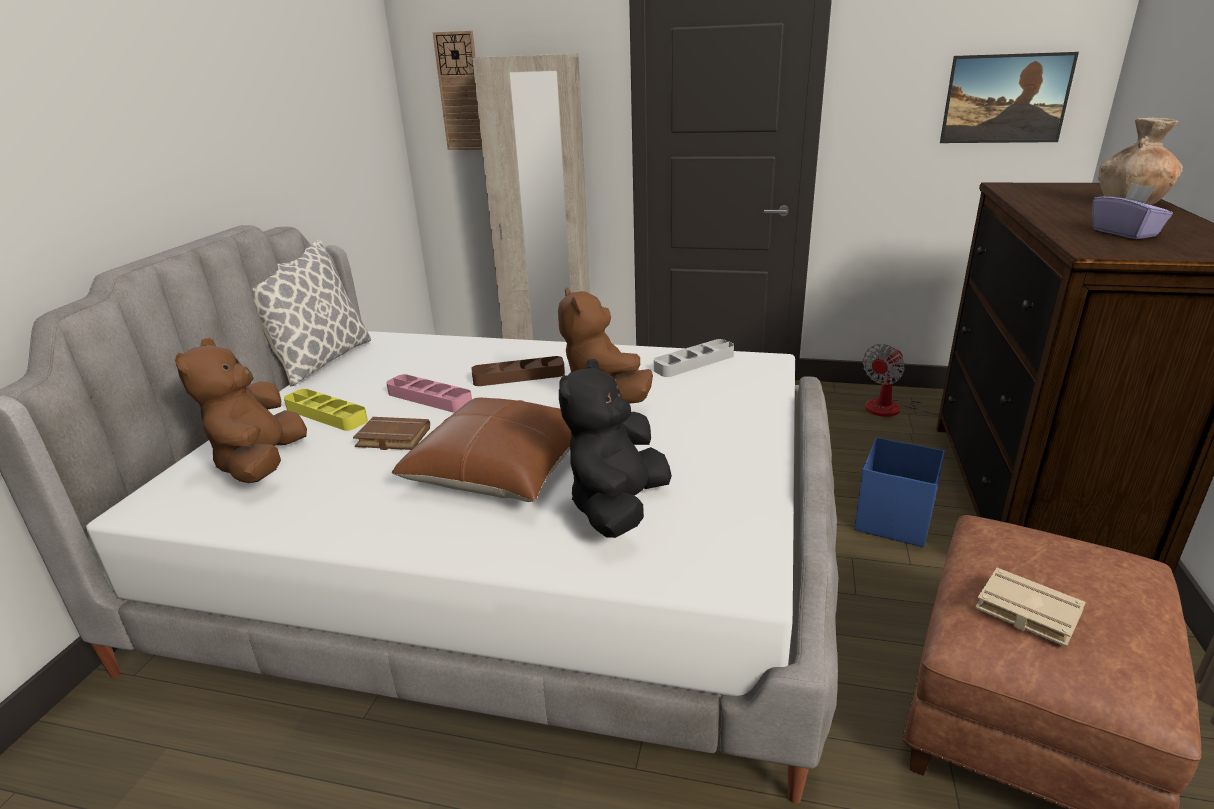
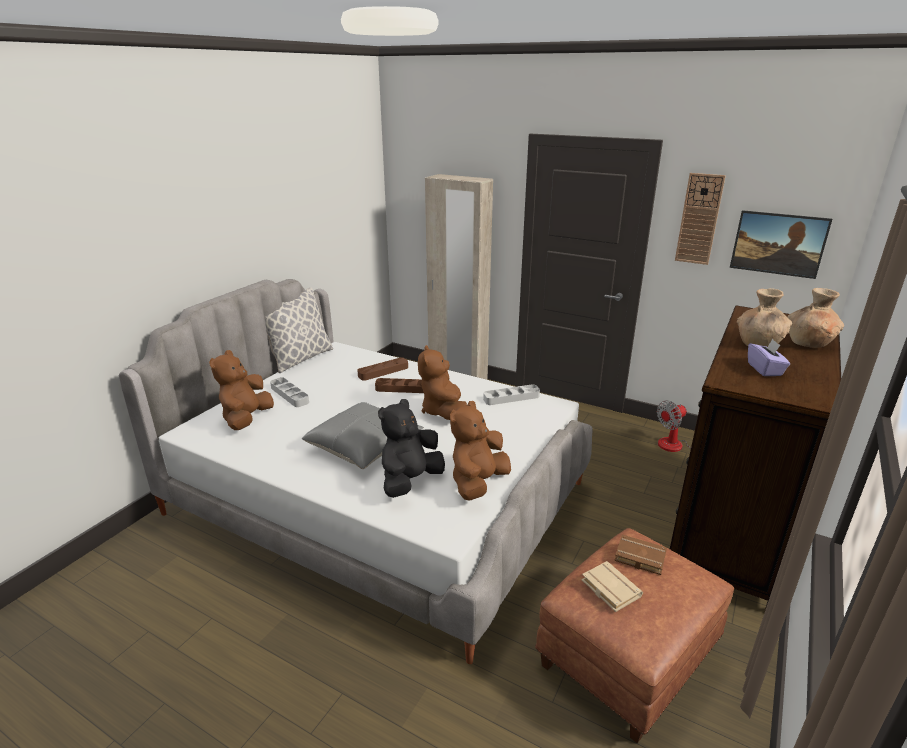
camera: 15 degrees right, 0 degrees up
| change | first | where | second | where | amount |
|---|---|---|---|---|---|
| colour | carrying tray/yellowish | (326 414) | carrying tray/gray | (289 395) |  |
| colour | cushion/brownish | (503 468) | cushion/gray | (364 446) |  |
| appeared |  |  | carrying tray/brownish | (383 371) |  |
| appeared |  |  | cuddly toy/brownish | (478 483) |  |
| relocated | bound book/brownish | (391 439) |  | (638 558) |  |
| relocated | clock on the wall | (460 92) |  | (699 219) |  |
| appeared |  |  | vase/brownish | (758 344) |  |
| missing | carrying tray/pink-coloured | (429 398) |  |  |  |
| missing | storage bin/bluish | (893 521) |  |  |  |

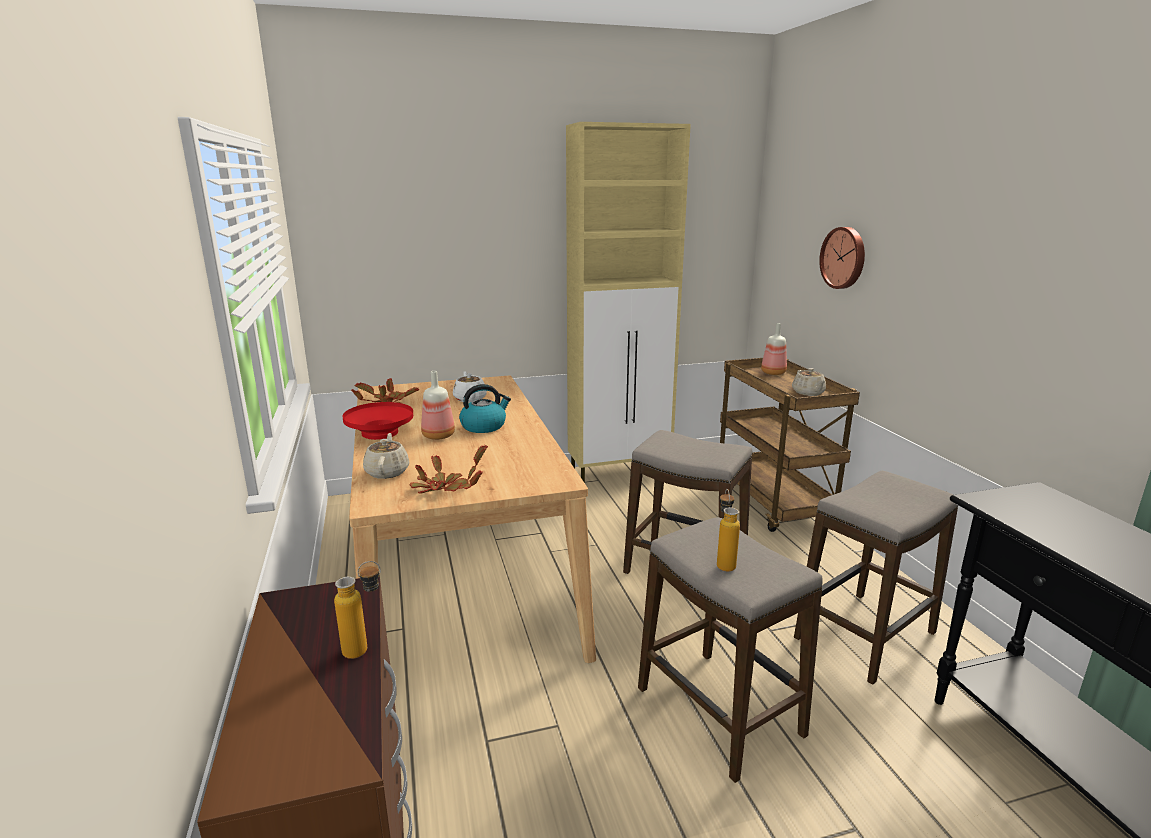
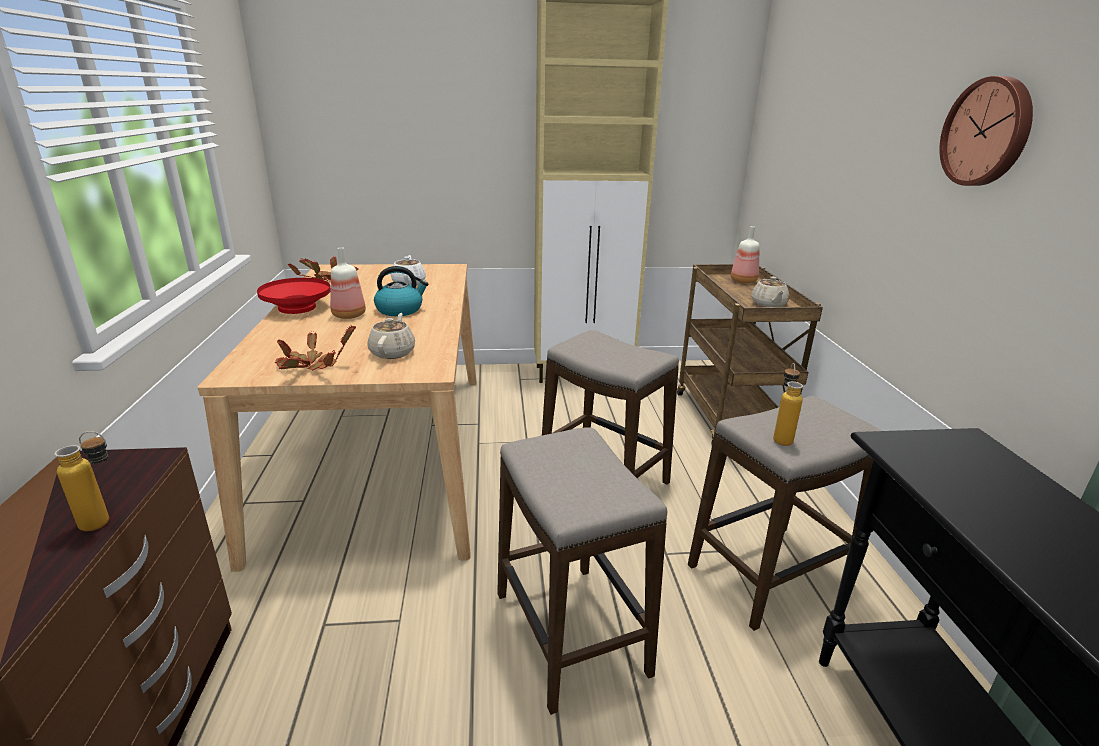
camera: 10 degrees right, 5 degrees up
| change | first | where | second | where | amount |
|---|---|---|---|---|---|
| relocated | pot for tea/beige | (387 472) |  | (393 352) |  |
| relocated | bottle | (724 562) |  | (781 437) |  |
| relocated | clock on the wall | (844 258) |  | (988 132) |  |

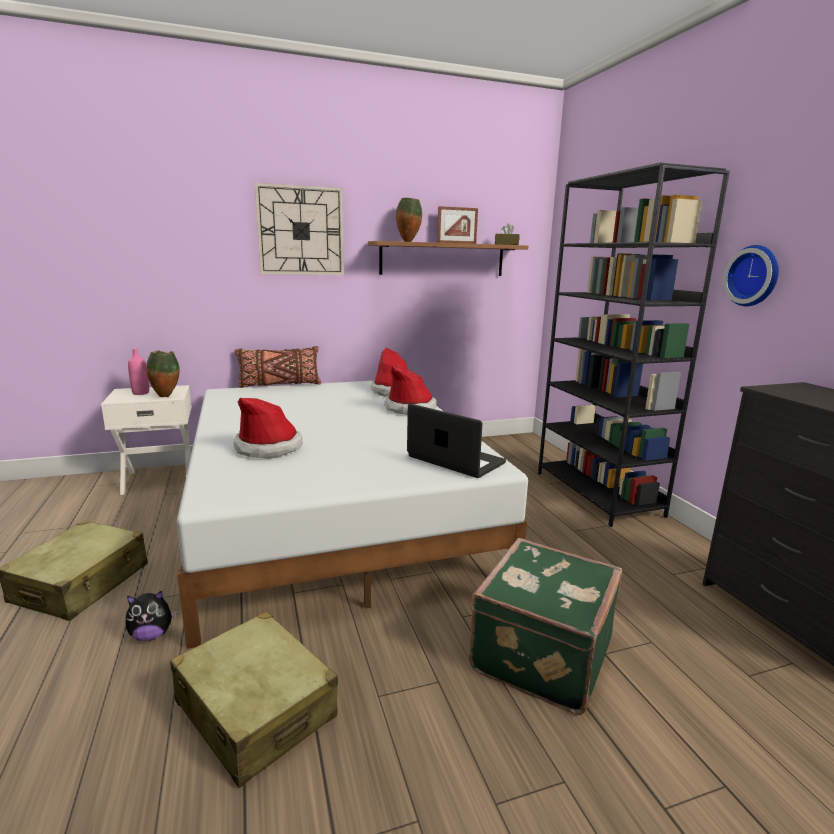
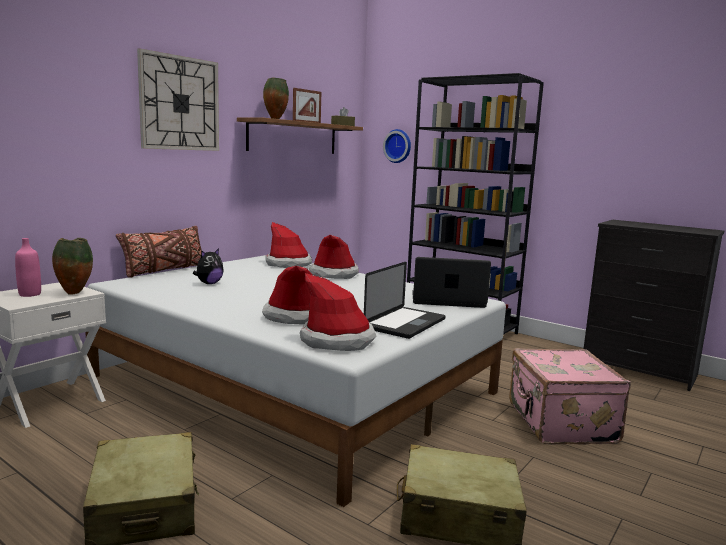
camera: 35 degrees left, 5 degrees down
| change | first | where | second | where | amount |
|---|---|---|---|---|---|
| relocated | cuddly toy | (152 635) |  | (209 283) |  |
| appeared |  |  | wearable hat | (337 340) |  |
| appeared |  |  | portable computer | (405 324) |  |
| relocated | clock on the wall | (754 276) |  | (398 146) |  |
| colour | travel case/green-coloured | (539 653) | travel case/pink-coloured | (559 423) |  |

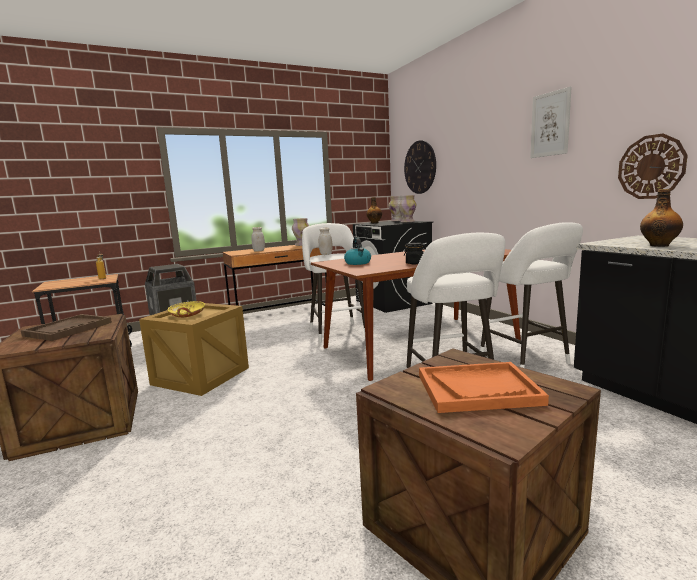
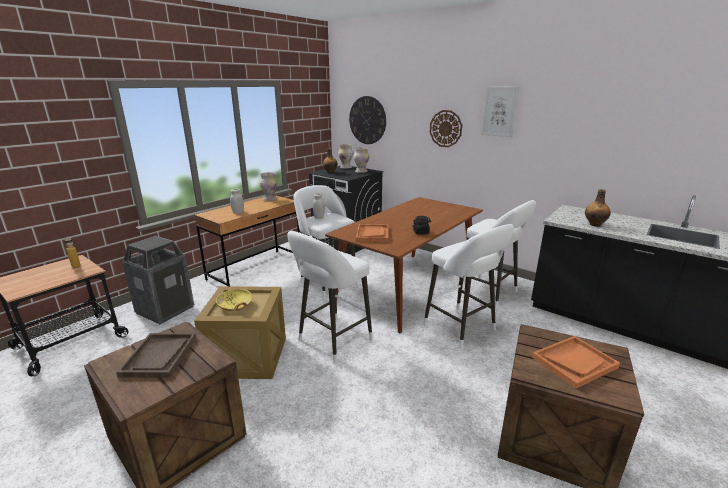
camera: 25 degrees left, 10 degrees up
| change | first | where | second | where | amount |
|---|---|---|---|---|---|
| appeared |  |  | sitting stool/white | (332 341) |  |
| exchanged | kettle | (358 263) | carrying tray/orangey | (372 234) |  |
| relocated | clock on the wall | (651 167) |  | (445 128) |  |

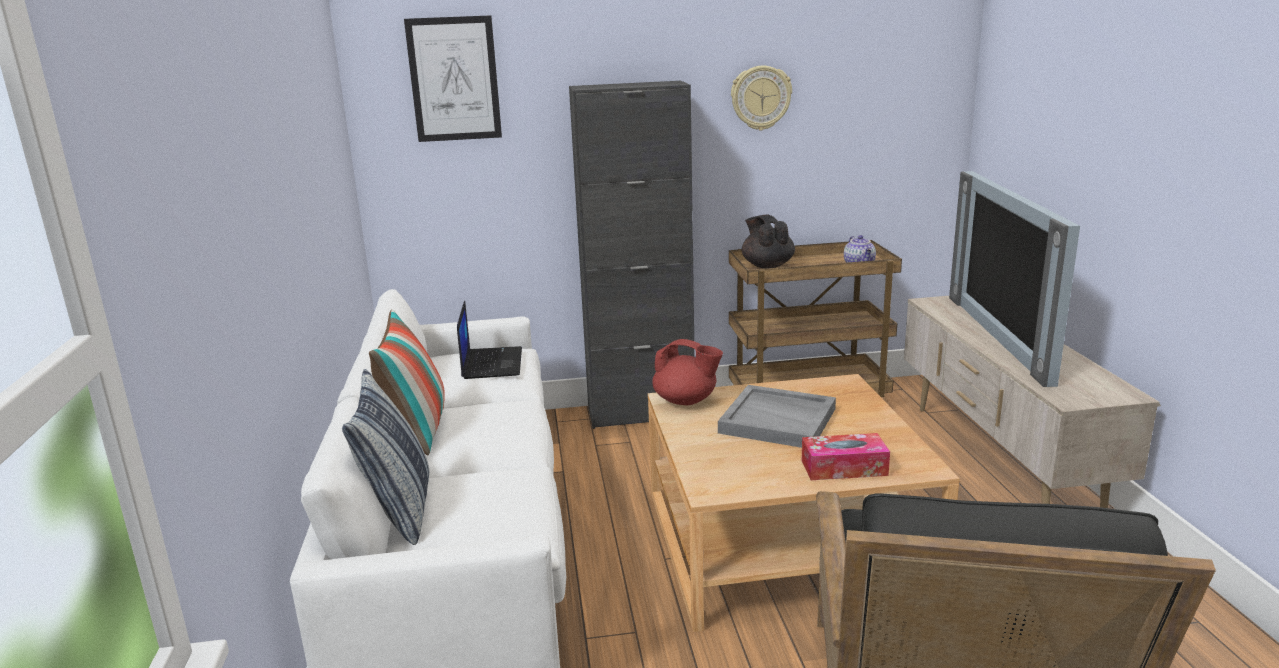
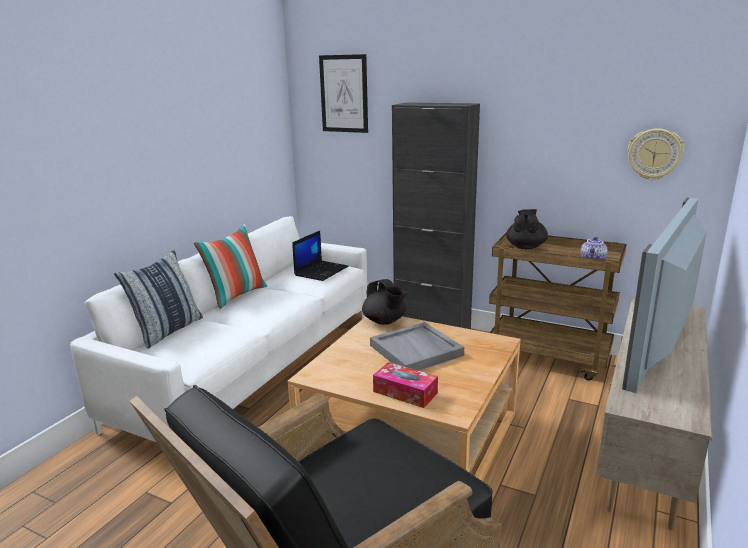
camera: 35 degrees right, 0 degrees up
| change | first | where | second | where | amount |
|---|---|---|---|---|---|
| colour | pot for tea/reddish | (686 401) | pot for tea/black | (385 321) |  |
| relocated | clock on the wall | (760 98) |  | (654 154) |  |

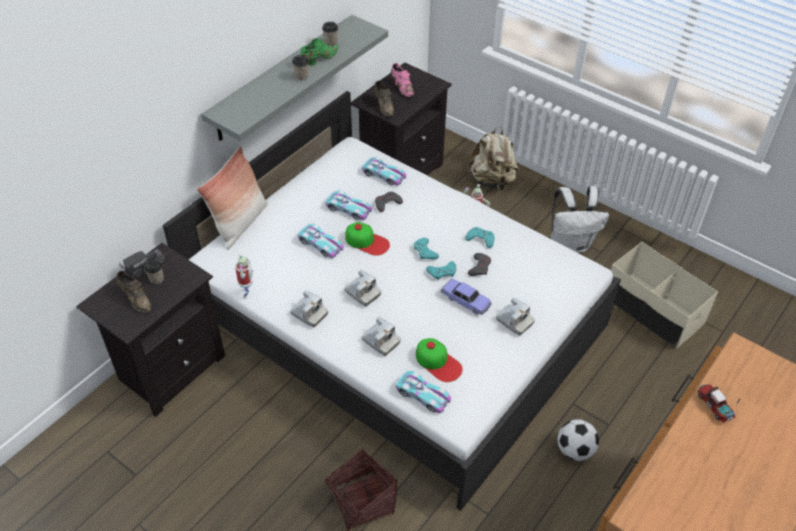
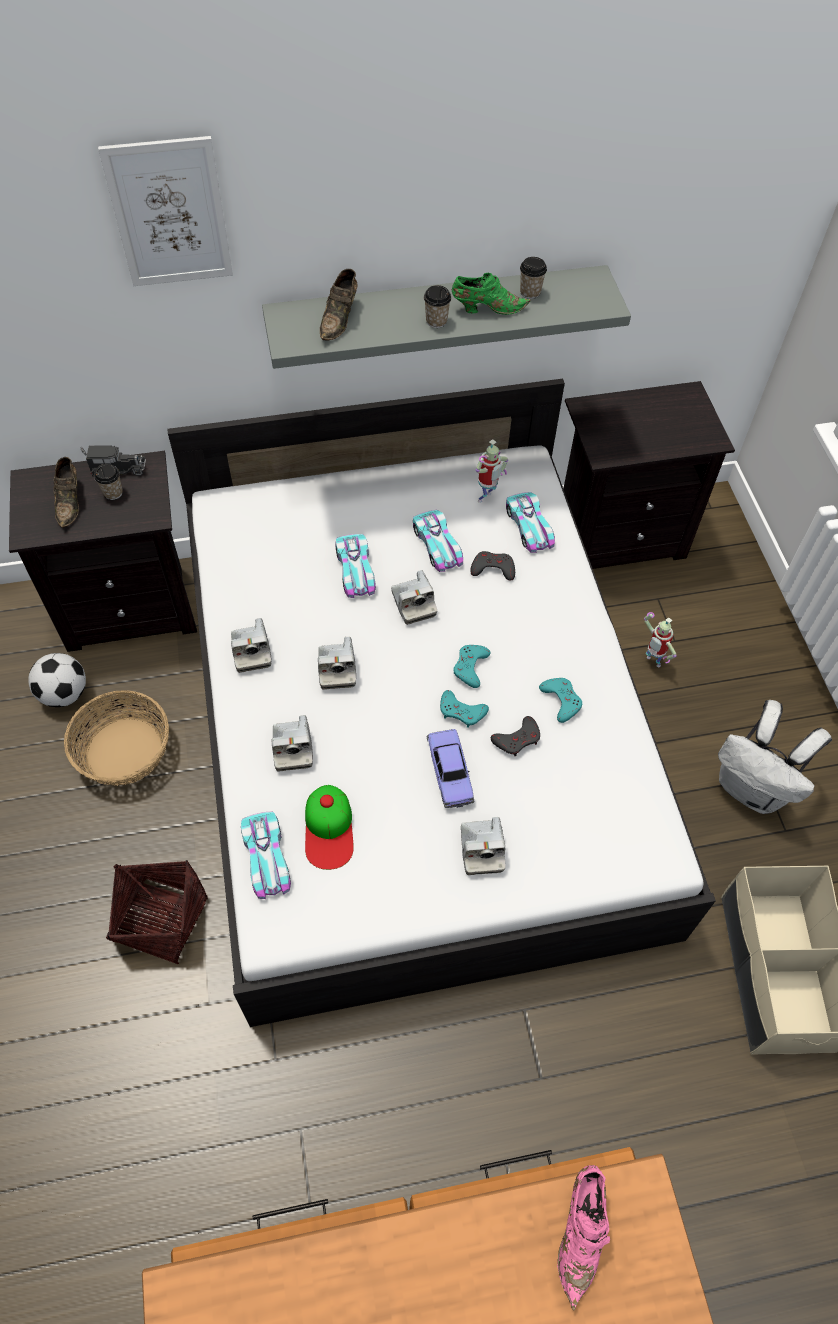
camera: 40 degrees right, 10 degrees up
| change | first | where | second | where | amount |
|---|---|---|---|---|---|
| relocated | football ball | (575 450) |  | (64 694) |  |
| appeared |  |  | household basket | (124 750) |  |
| appeared |  |  | wall picture | (169 213) |  |
| relocated | shoe/brownish | (384 106) |  | (340 319) |  |
| exchanged | cap | (367 241) | photo camera | (413 604) |  |
| relocated | model robot | (247 294) |  | (486 499) |  |
| relocated | shoe/pink-coloured | (402 87) |  | (580 1232) |  |
| missing | cushion | (240 224) |  |  |  |
| missing | knapsack/beige | (492 181) |  |  |  |
| missing | model truck | (714 405) |  |  |  |

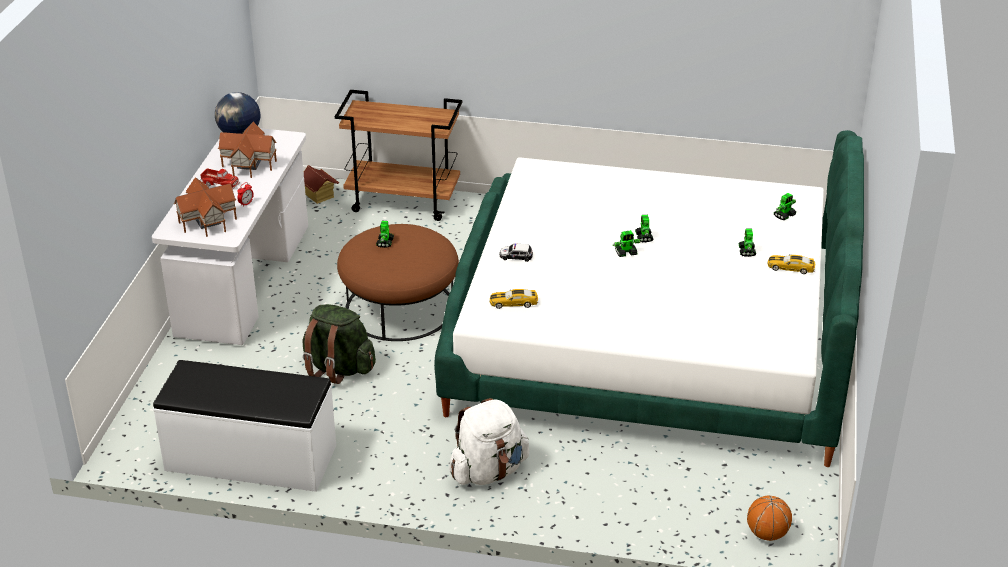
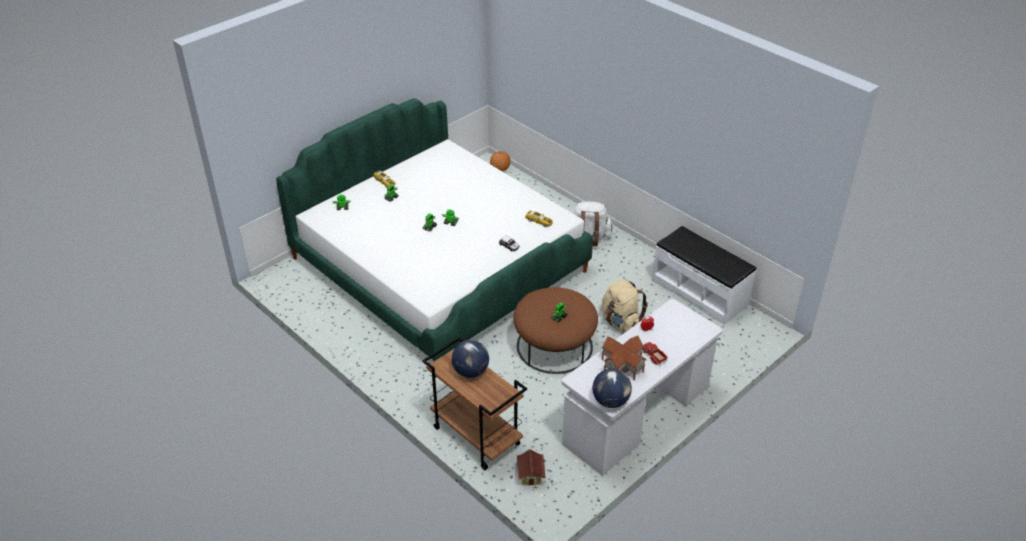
camera: 145 degrees left, 5 degrees up
| change | first | where | second | where | amount |
|---|---|---|---|---|---|
| appeared |  |  | globe | (471 371) |  |
| colour | knapsack/green-coloured | (338 368) | knapsack/beige | (620 322) |  |
| missing | toy house | (208 220) |  |  |  |

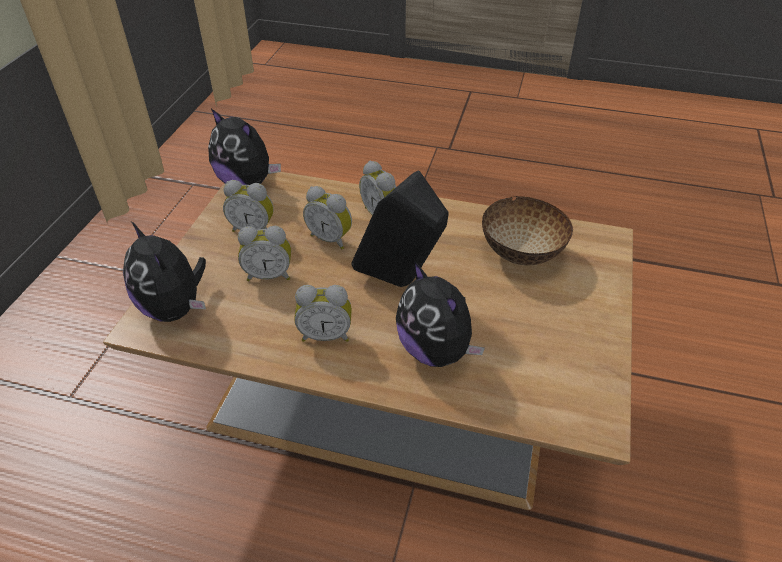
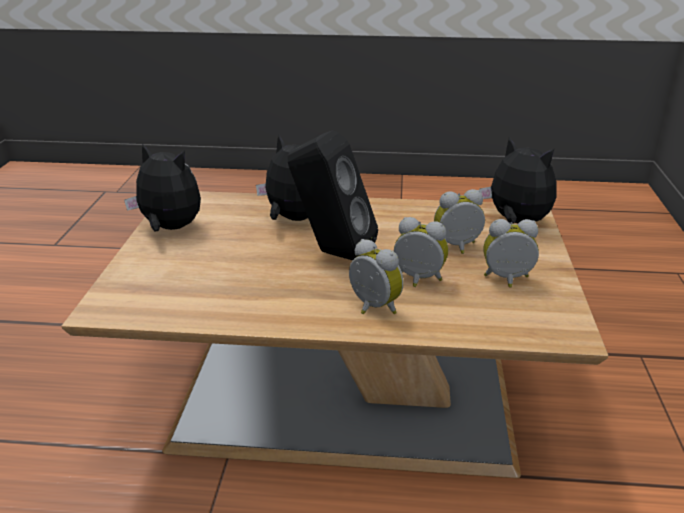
camera: 170 degrees right, 15 degrees down
| change | first | where | second | where | amount |
|---|---|---|---|---|---|
| relocated | cuddly toy | (247 183) |  | (169 228) |  |
| missing | alarm clock | (326 334) |  |  |  |
| missing | bowl | (522 254) |  |  |  |

